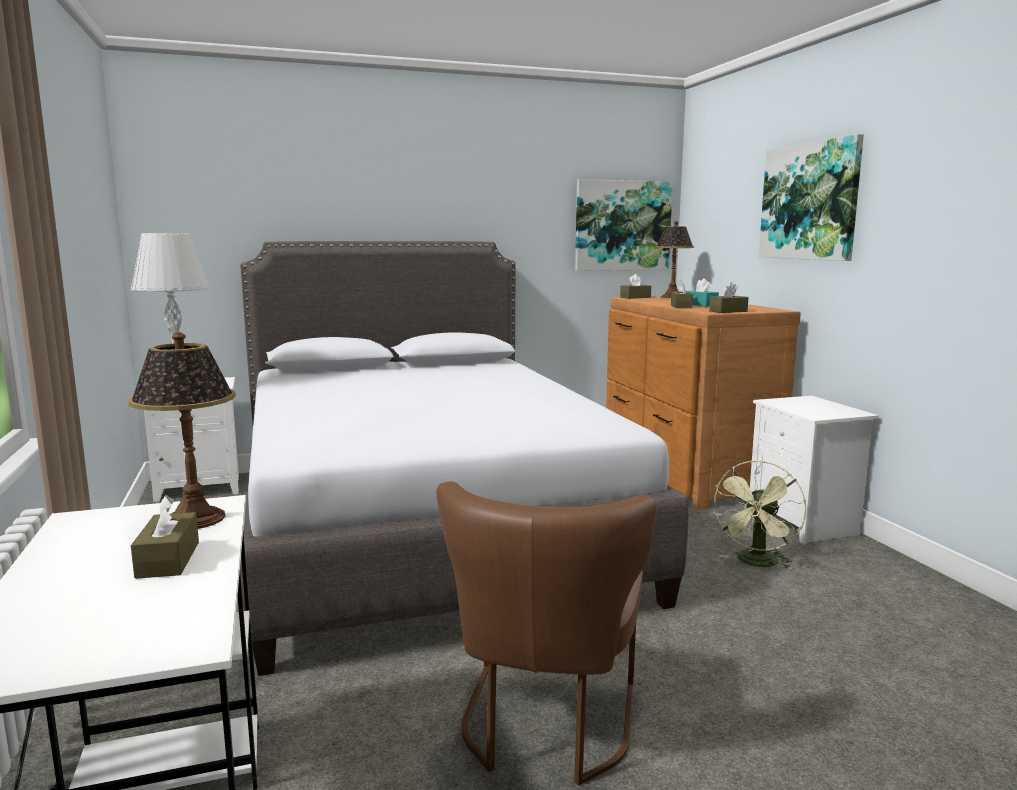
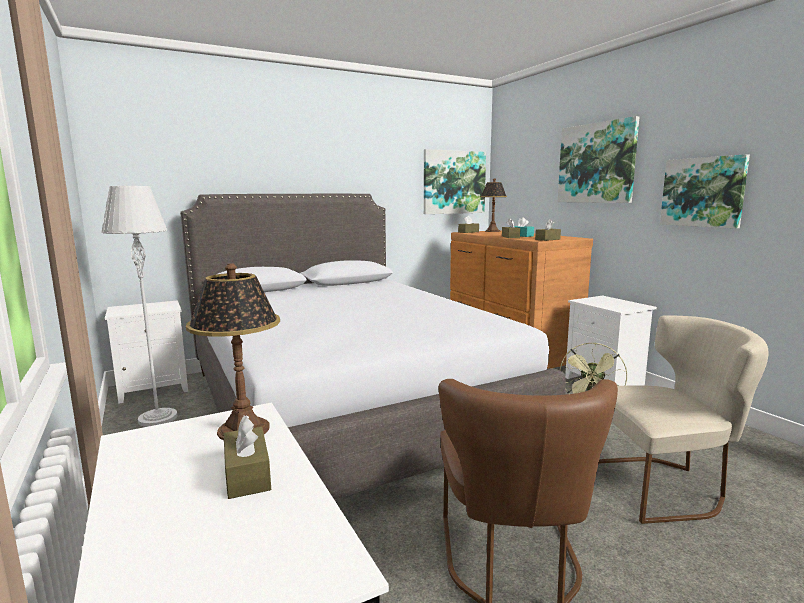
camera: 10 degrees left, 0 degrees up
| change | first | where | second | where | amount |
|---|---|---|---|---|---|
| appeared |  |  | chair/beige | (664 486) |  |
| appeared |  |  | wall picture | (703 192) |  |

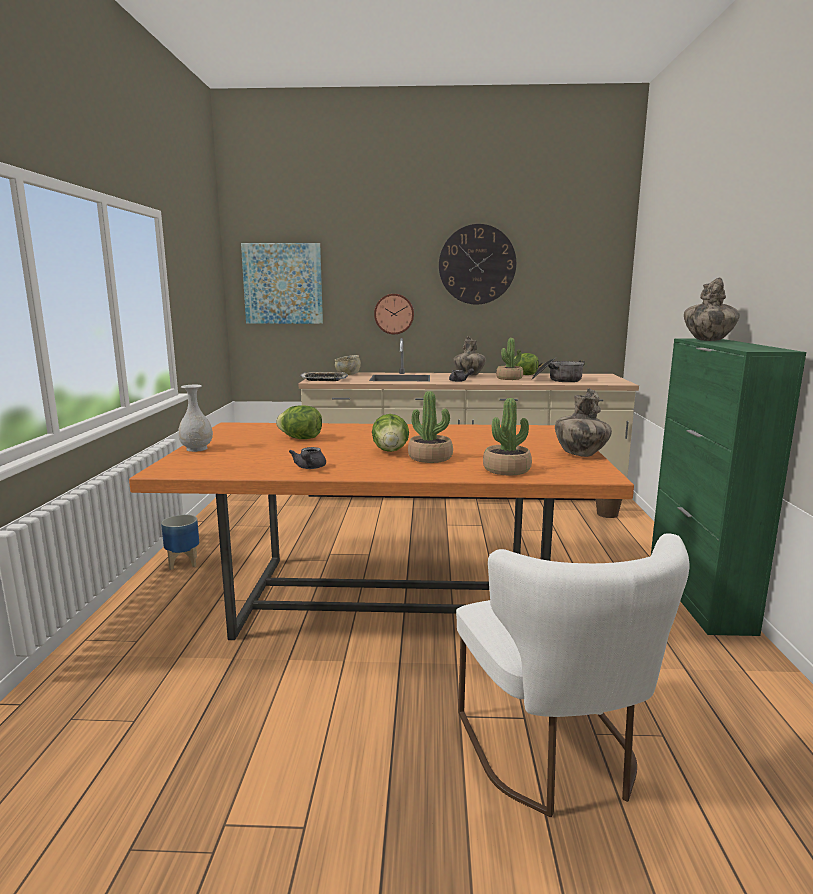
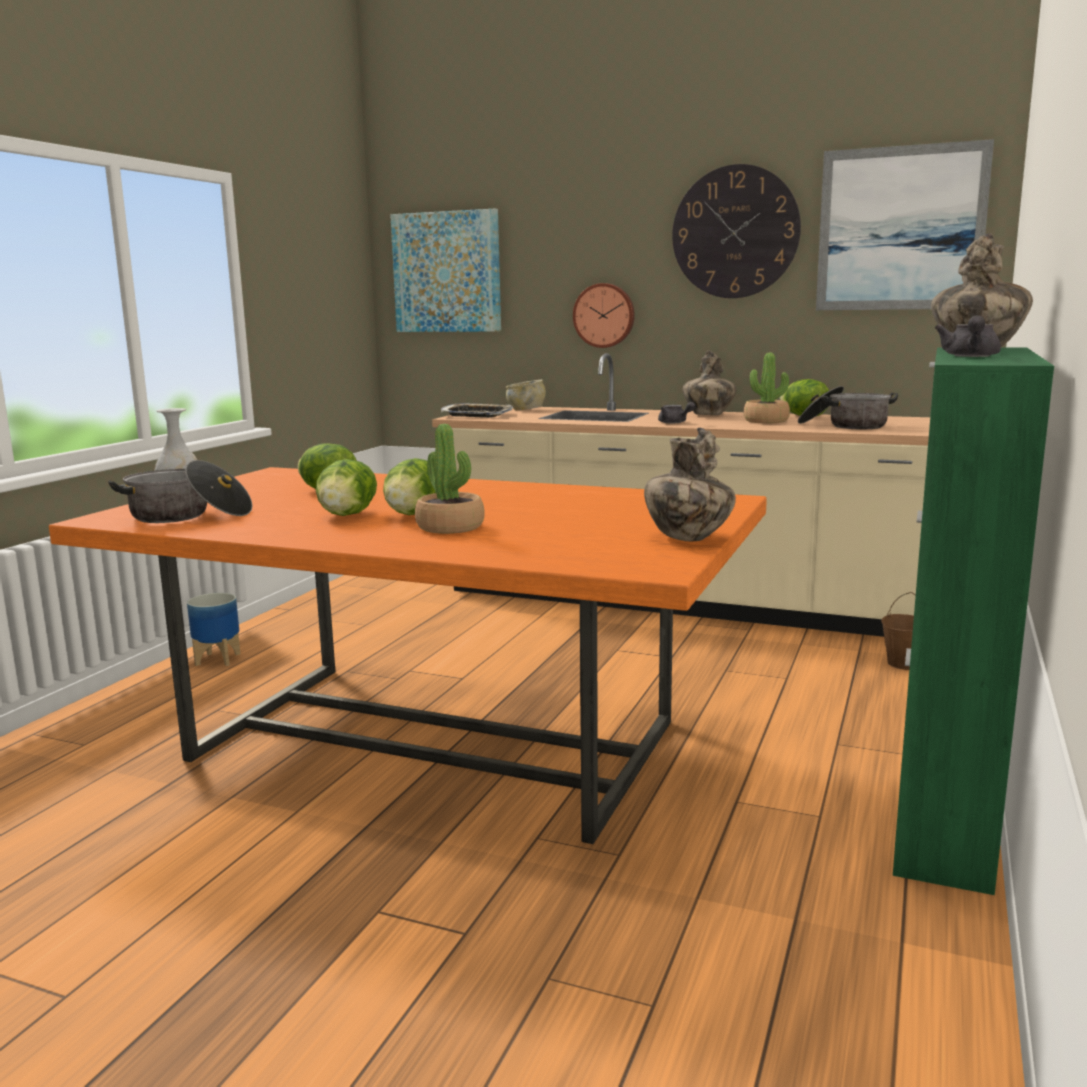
camera: 20 degrees right, 0 degrees up
| change | first | where | second | where | amount |
|---|---|---|---|---|---|
| appeared |  |  | saucepot | (188 515) |  |
| appeared |  |  | lettuce head | (347 515) |  |
| appeared |  |  | wall picture | (900 229) |  |
| relocated | pot for tea/gray | (309 468) |  | (970 356) |  |
| missing | chair/white | (556 756) |  |  |  |
| missing | potted plant | (506 470) |  |  |  |

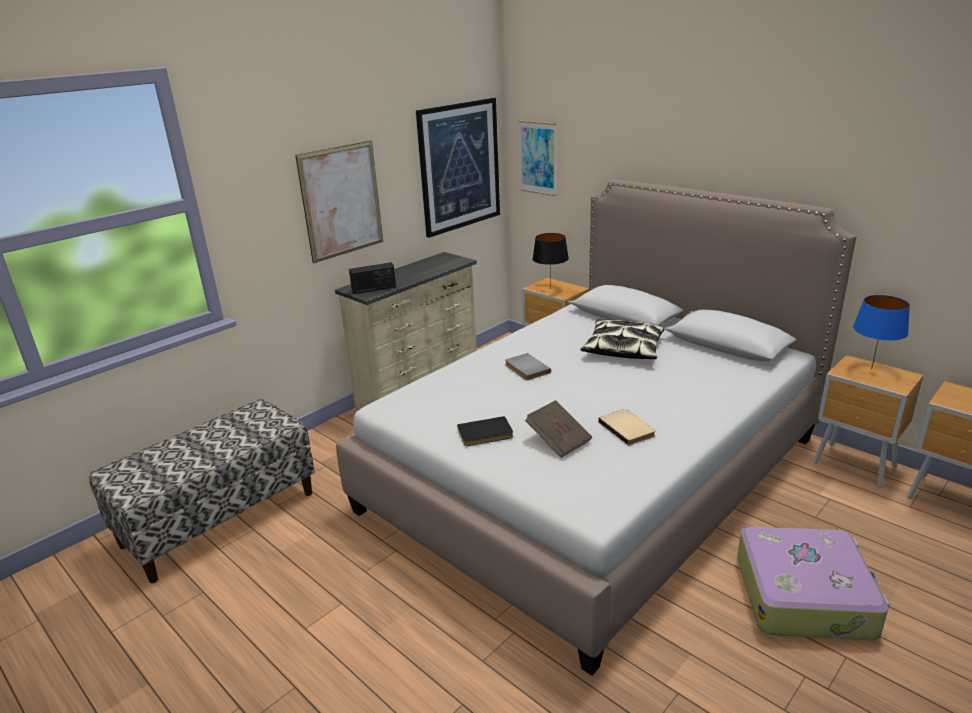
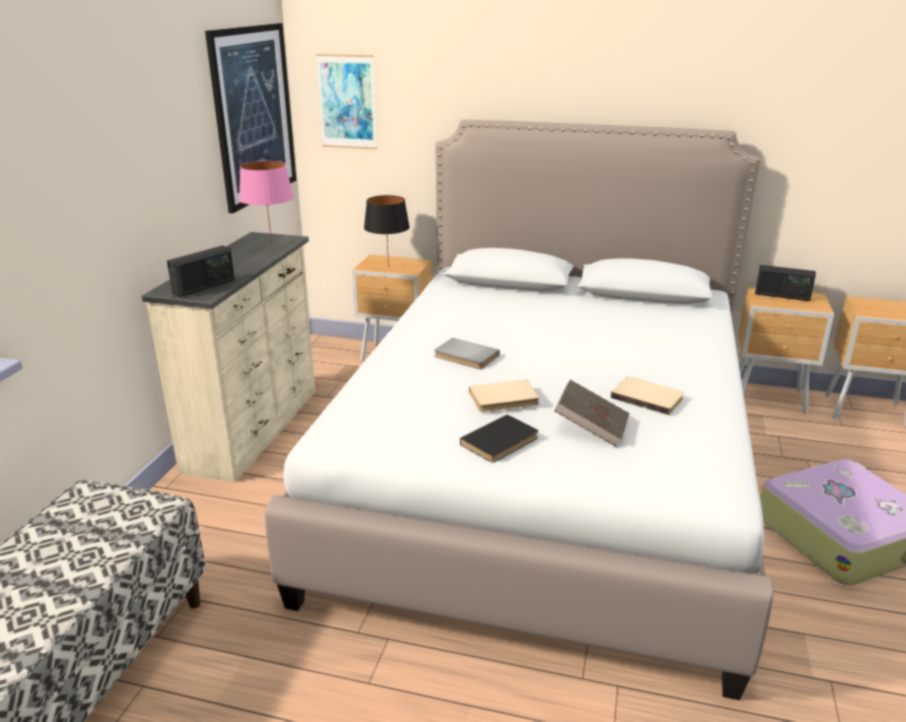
camera: 30 degrees left, 0 degrees up
| change | first | where | second | where | amount |
|---|---|---|---|---|---|
| appeared |  |  | lamp for a table/pink-coloured | (270 245) |  |
| appeared |  |  | bound book/beige | (504 399) |  |
| exchanged | lamp for a table/bluish | (872 369) | radio receiver | (782 296) |  |
| missing | wall picture | (342 201) |  |  |  |
| missing | cushion | (623 348) |  |  |  |

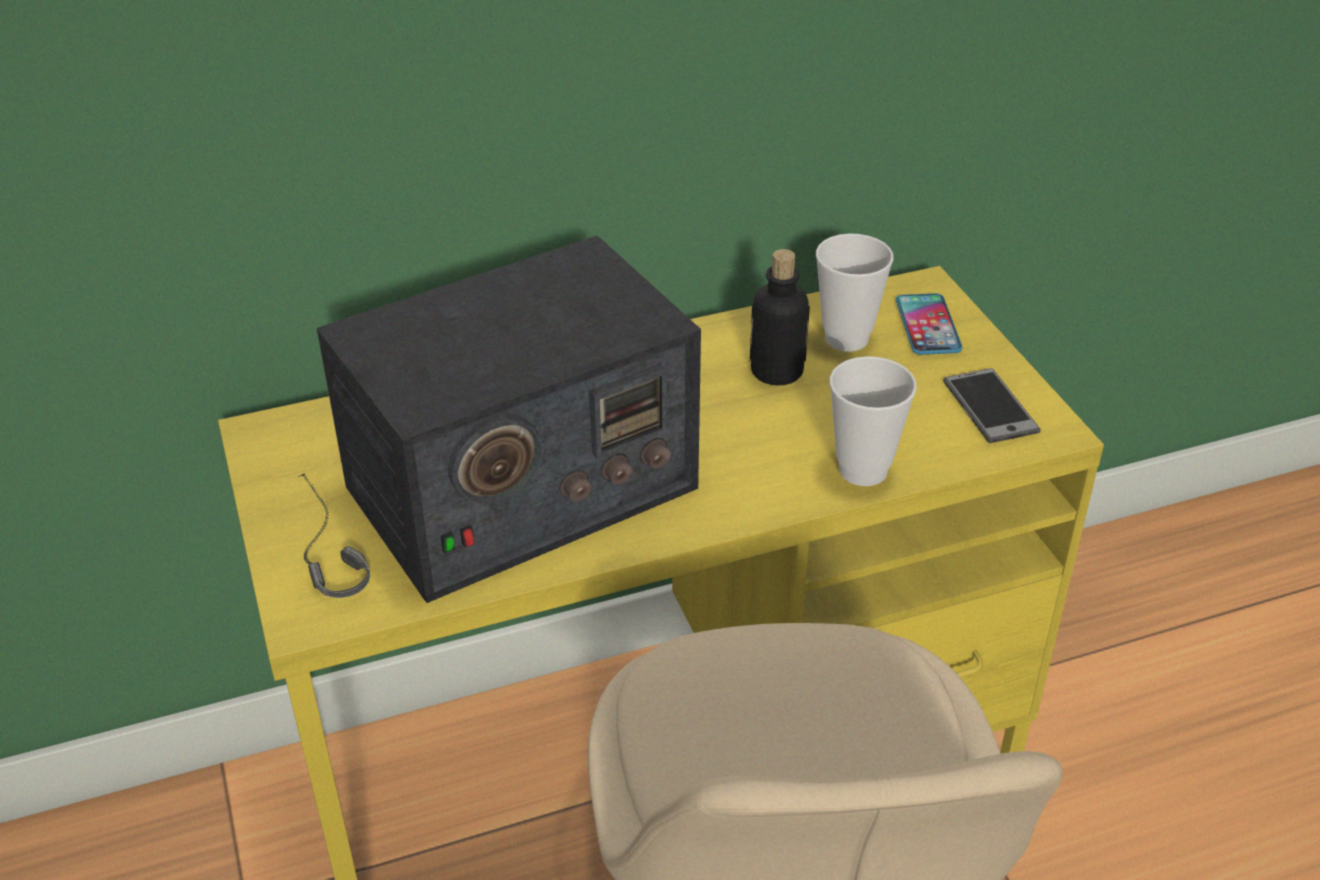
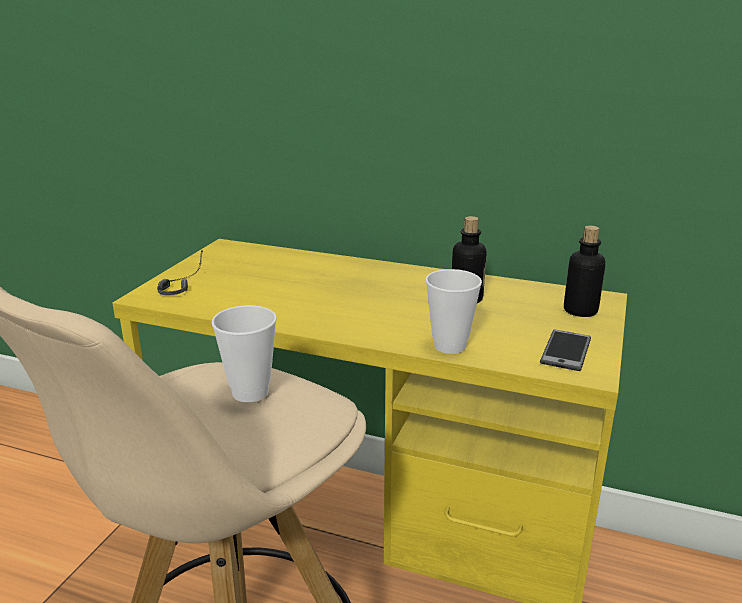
camera: 40 degrees right, 15 degrees down
| change | first | where | second | where | amount |
|---|---|---|---|---|---|
| relocated | cup | (846 338) |  | (250 392) |  |
| exchanged | handset | (927 325) | bottle | (580 311) |  |
| missing | radio receiver | (519 488) |  |  |  |

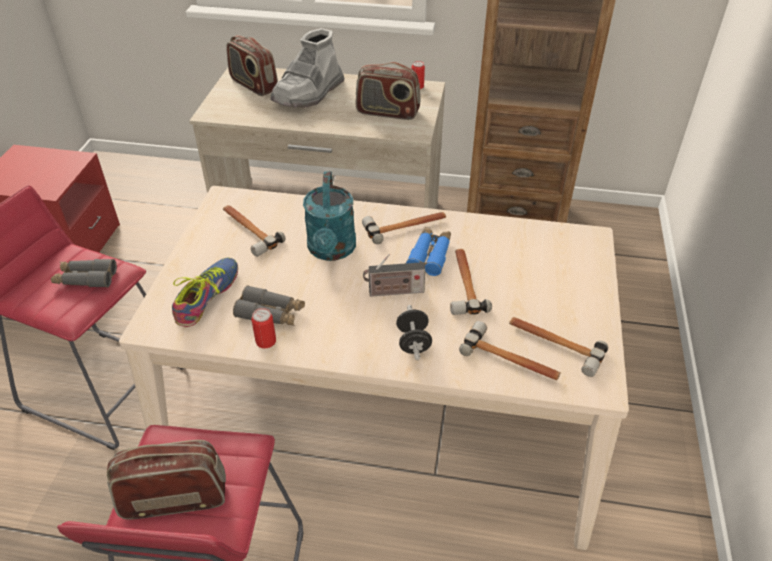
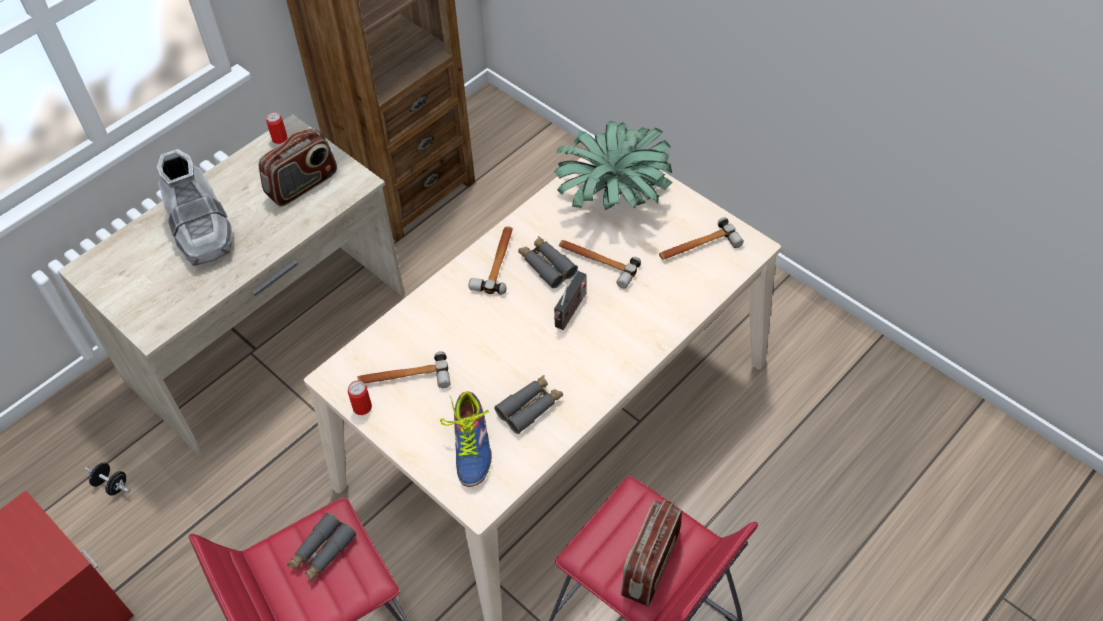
camera: 55 degrees left, 10 degrees up
| change | first | where | second | where | amount |
|---|---|---|---|---|---|
| relocated | dumbbell/black | (413 342) |  | (112 485) |  |
| relocated | sealed can | (266 341) |  | (362 407) |  |
| spun | shoe | (207 296) |  | (471 445) | 150 degrees counterclockwise |
| colour | binoculars/bluish | (430 255) | binoculars/gray | (546 265) |  |
| appeared |  |  | potted plant | (613 197) |  |
| missing | radio receiver | (253 85) |  |  |  |
| missing | watering can/turquoise | (331 251) |  |  |  |
| missing | hammer | (511 359) |  |  |  |

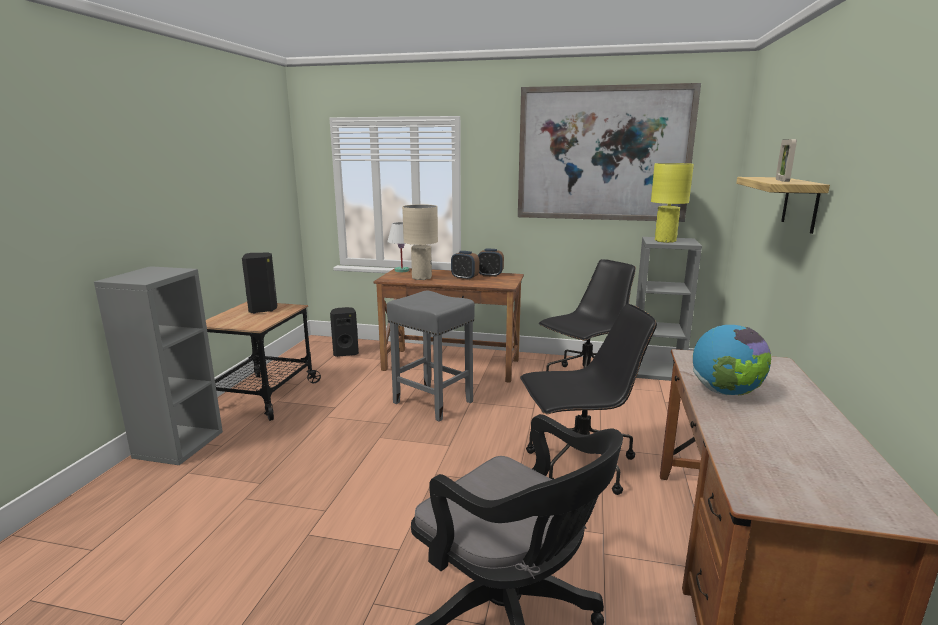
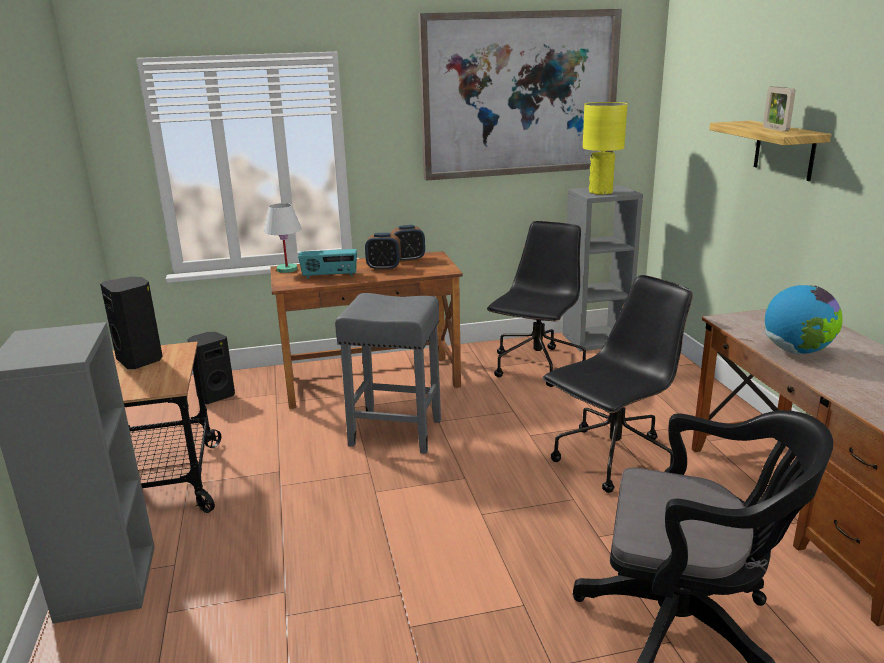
camera: 25 degrees left, 5 degrees up
| change | first | where | second | where | amount |
|---|---|---|---|---|---|
| exchanged | lamp for a table/beige | (422 278) | radio receiver | (329 276) |  |

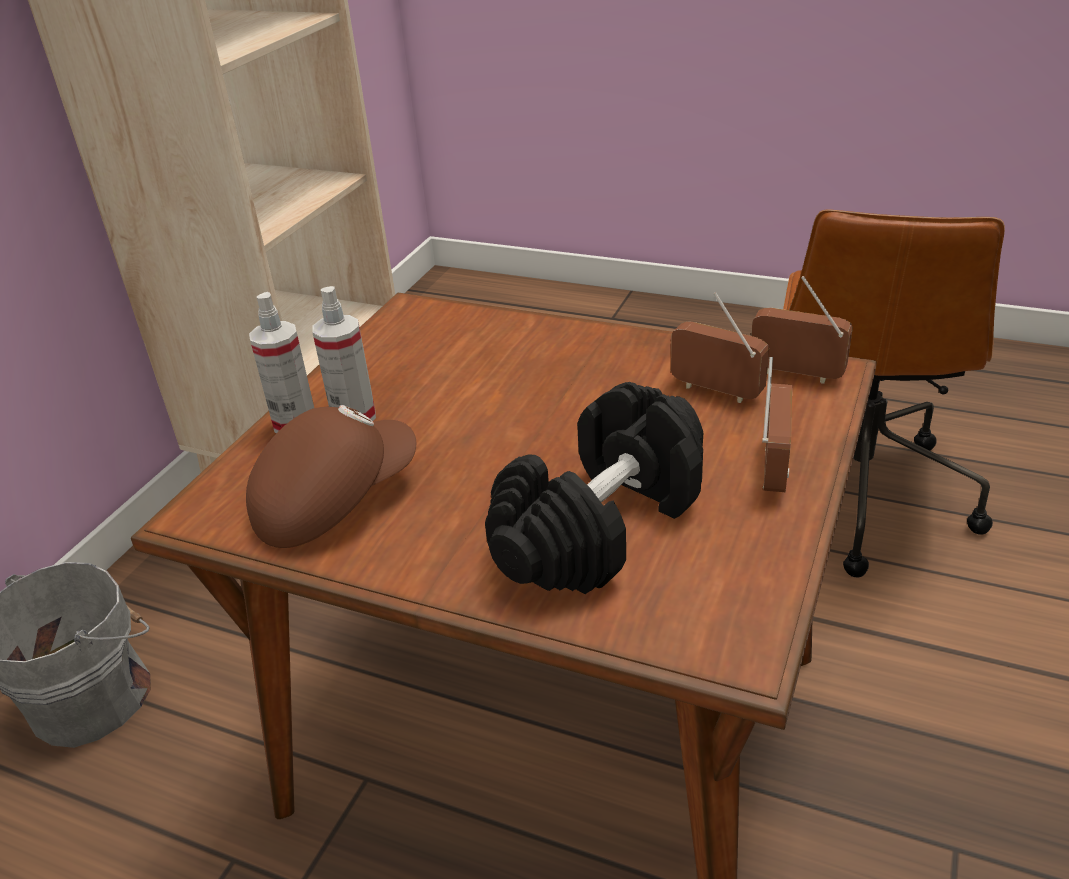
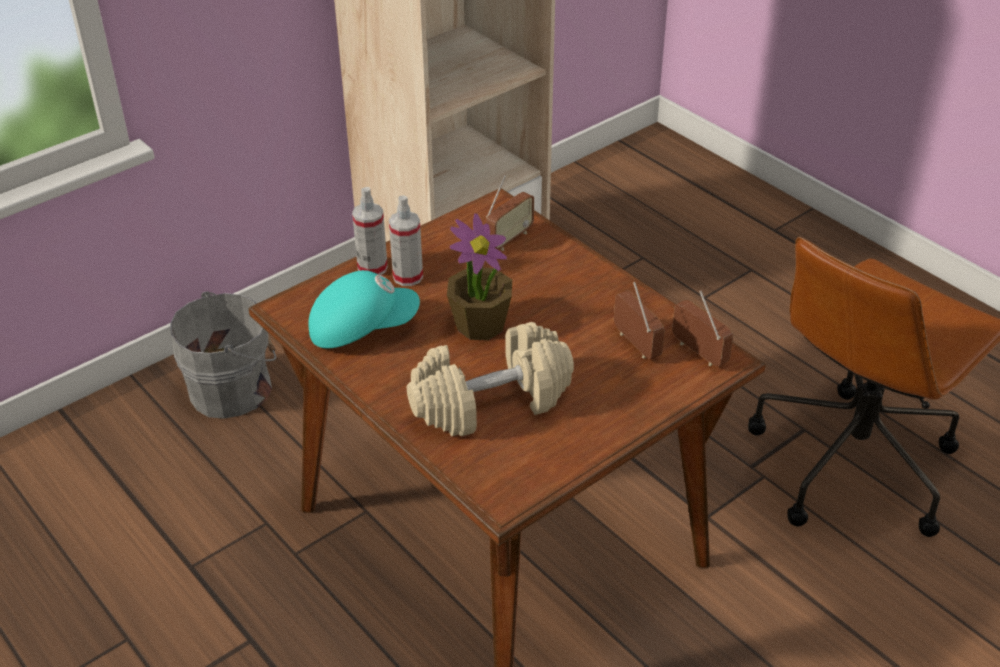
camera: 25 degrees right, 5 degrees up
| change | first | where | second | where | amount |
|---|---|---|---|---|---|
| colour | cap/brownish | (334 500) | cap/turquoise | (362 328) |  |
| colour | dumbbell/black | (601 526) | dumbbell/beige | (491 403) |  |
| appeared |  |  | potted plant | (480 324) |  |
| relocated | radio receiver | (773 469) |  | (509 239) |  |

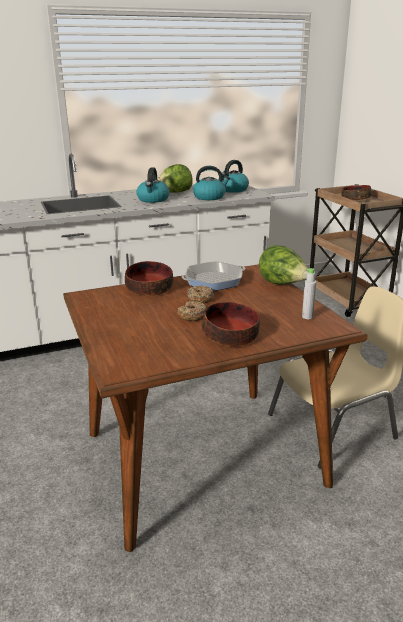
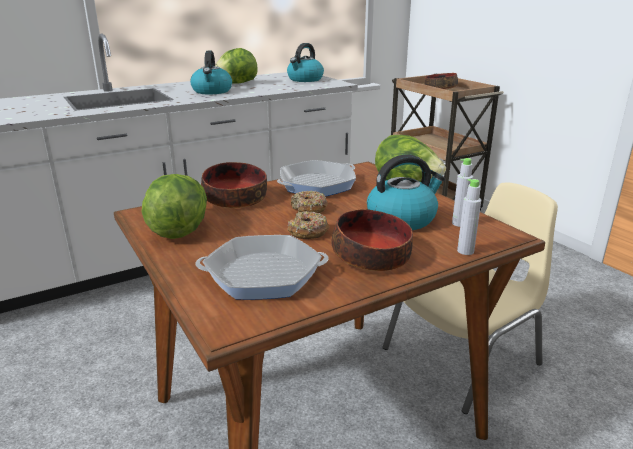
camera: 10 degrees left, 0 degrees up
| change | first | where | second | where | amount |
|---|---|---|---|---|---|
| appeared |  |  | lettuce head | (179 229) |  |
| appeared |  |  | pan | (263 275) |  |
| relocated | kettle | (210 197) |  | (402 219) |  |
| appeared |  |  | bottle/gray | (465 251) |  |

